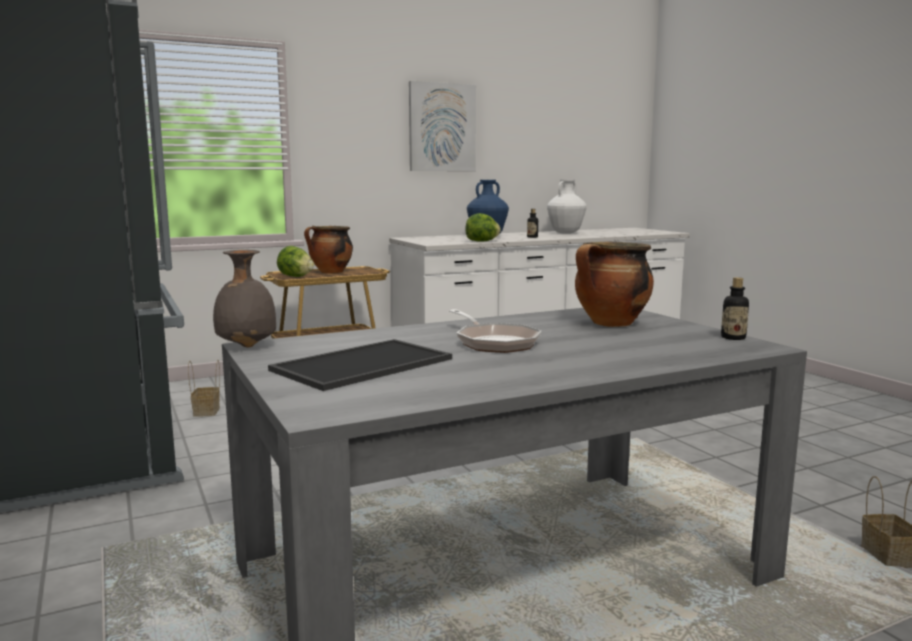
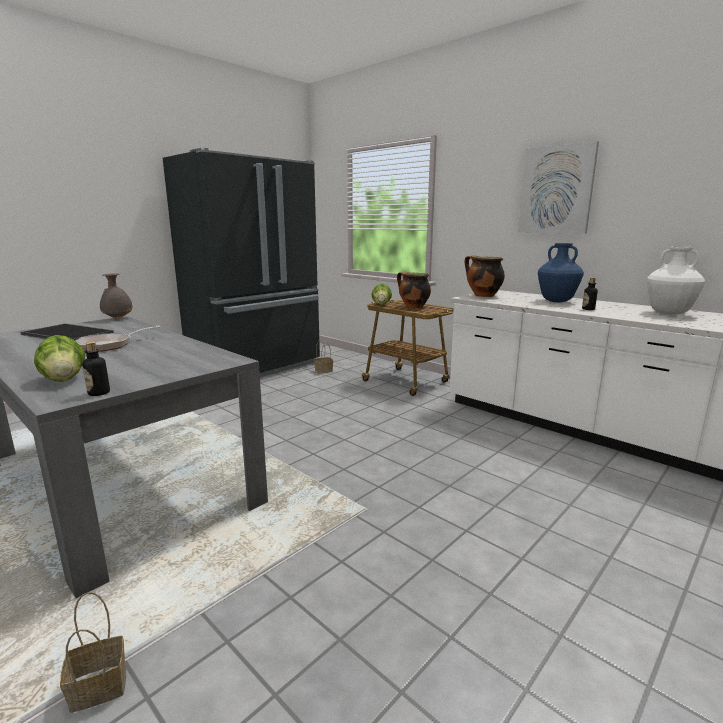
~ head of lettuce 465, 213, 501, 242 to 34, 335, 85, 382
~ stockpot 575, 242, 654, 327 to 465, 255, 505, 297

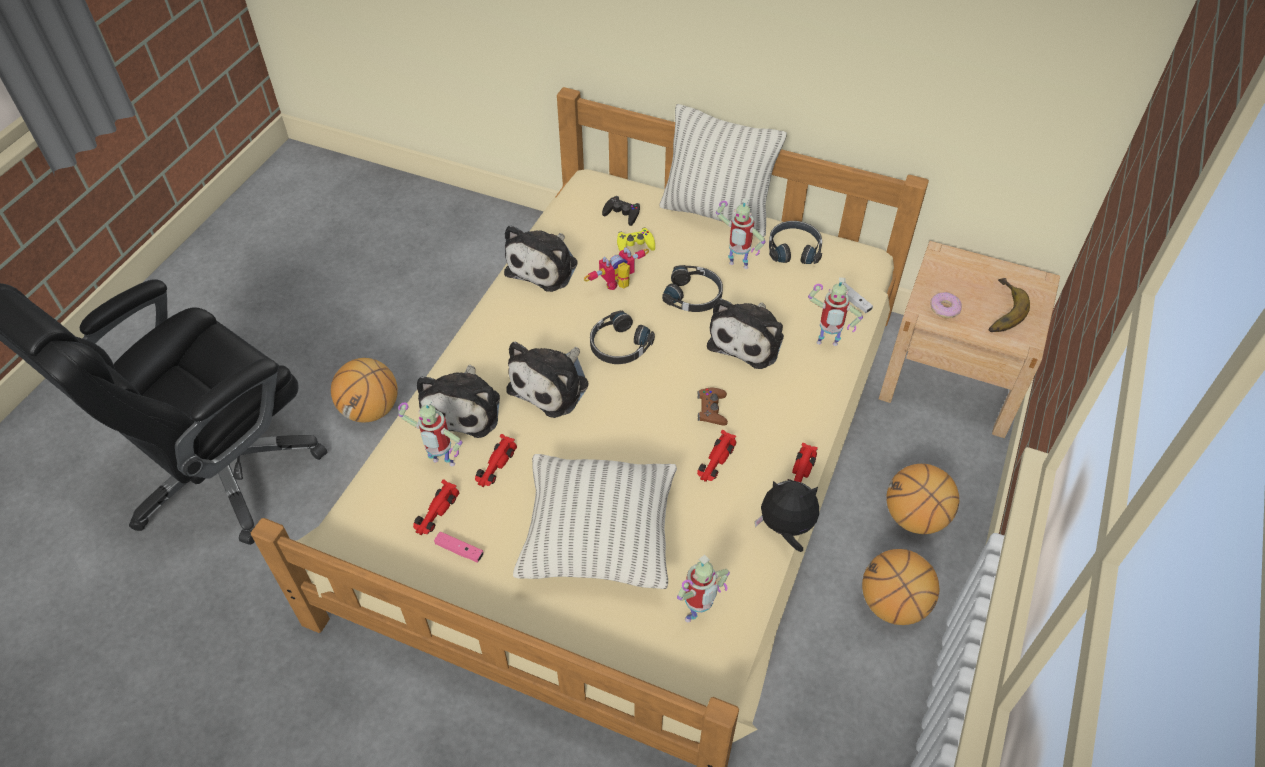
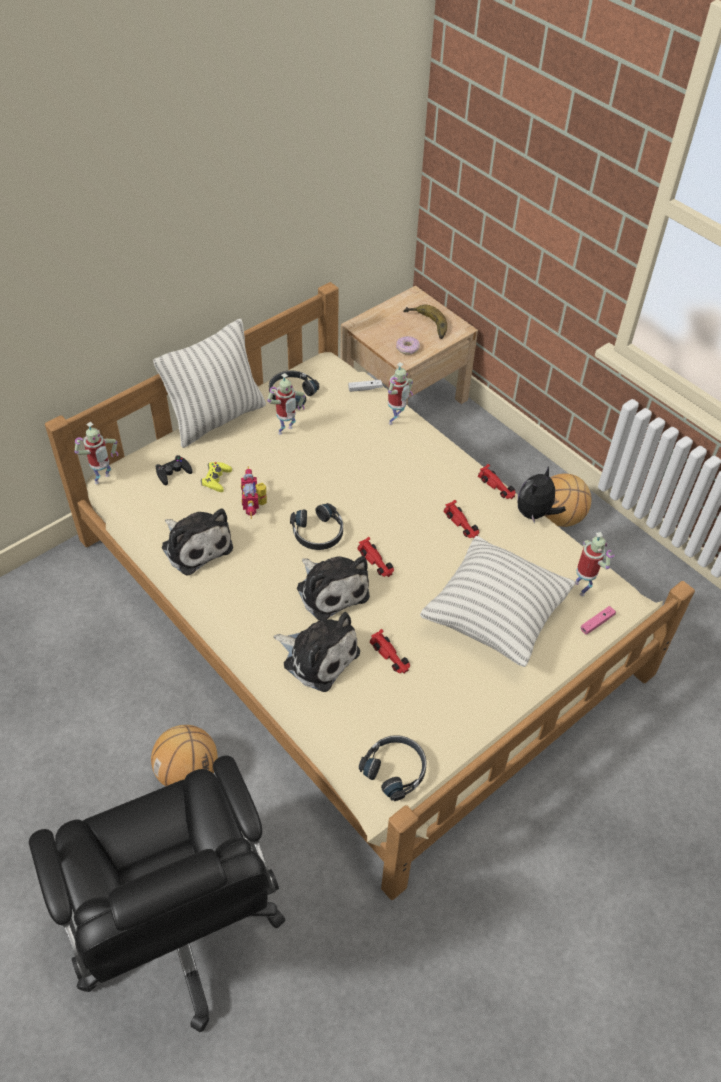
~ robot figure 398, 399, 462, 467 to 74, 422, 118, 484
~ reddish model car 413, 479, 460, 535 to 358, 537, 394, 577
~ blackish pair of headphones 662, 265, 723, 312 to 359, 735, 426, 801
~ pink gamepad 434, 531, 484, 562 to 581, 606, 616, 635
- brown-coloured gamepad 697, 387, 728, 426
- plush toy 707, 298, 784, 369
- ball for basketball 886, 464, 960, 534

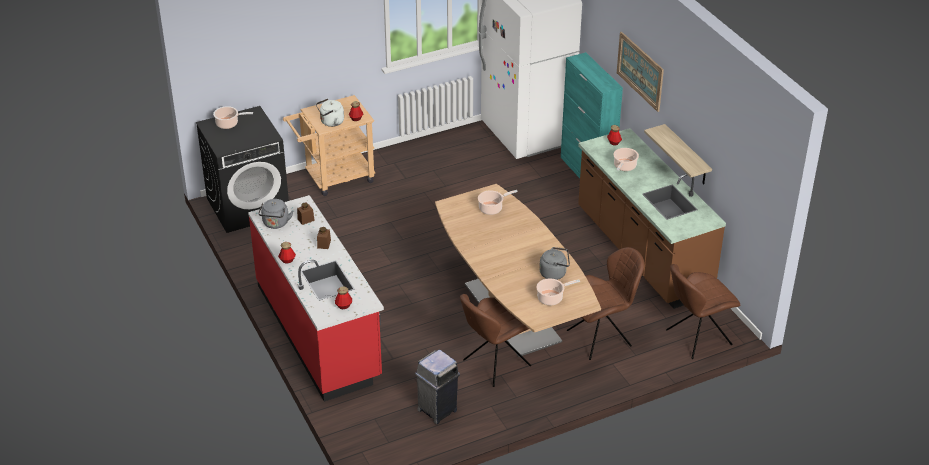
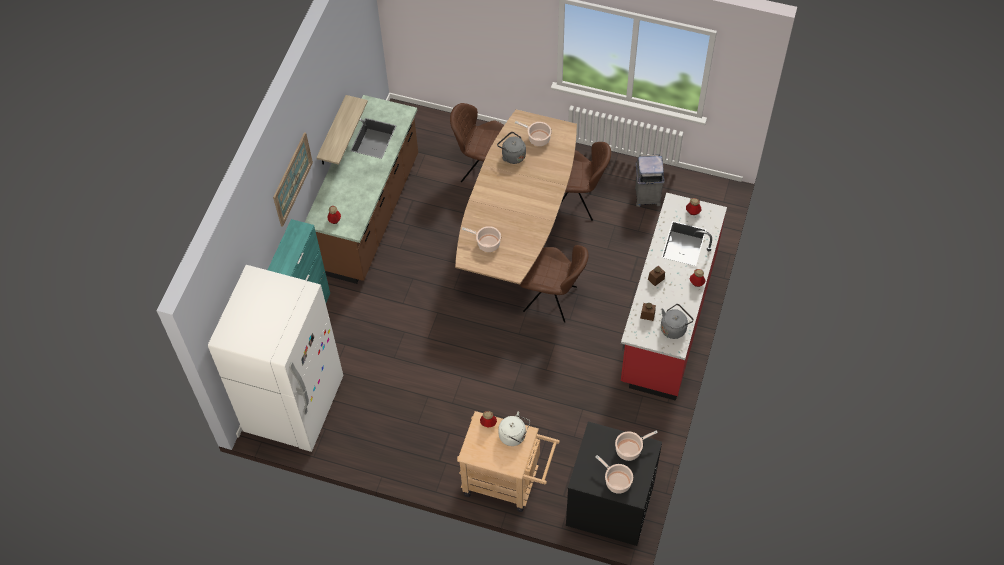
~ brown-coloured plain chair 666, 264, 740, 359 to 520, 245, 589, 323
~ stockpot 613, 148, 639, 171 to 615, 430, 658, 461

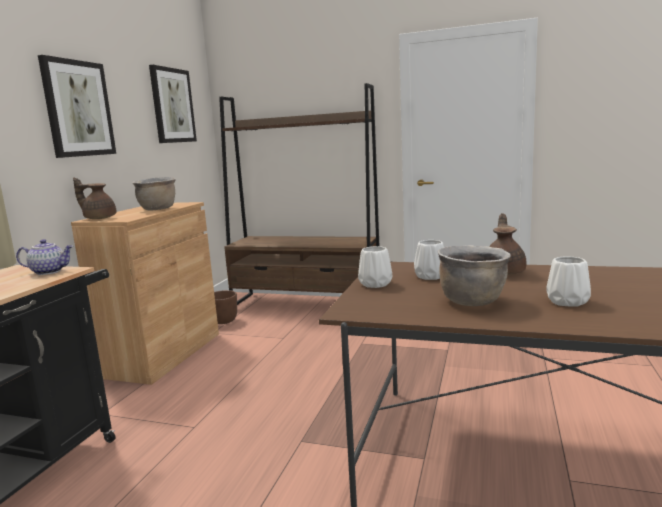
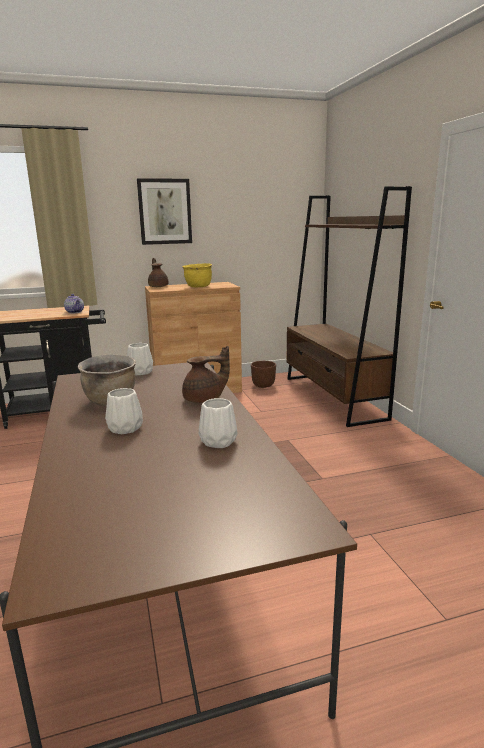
~ brown-coloured stockpot 133, 177, 176, 210 to yellow stockpot 183, 263, 212, 287
~ whitish vase 414, 240, 444, 280 to 199, 398, 237, 448
- wall picture 149, 65, 197, 143

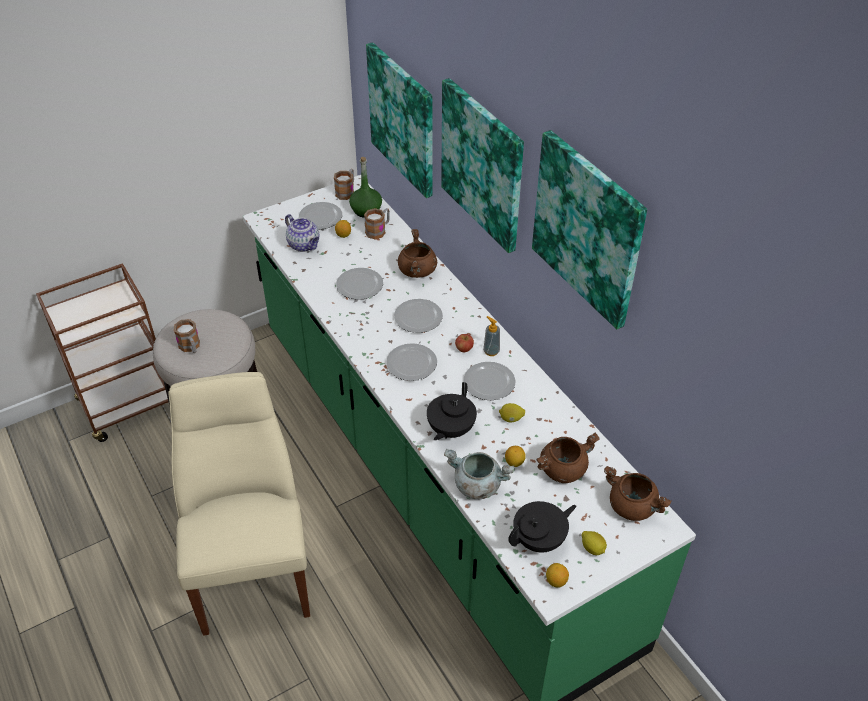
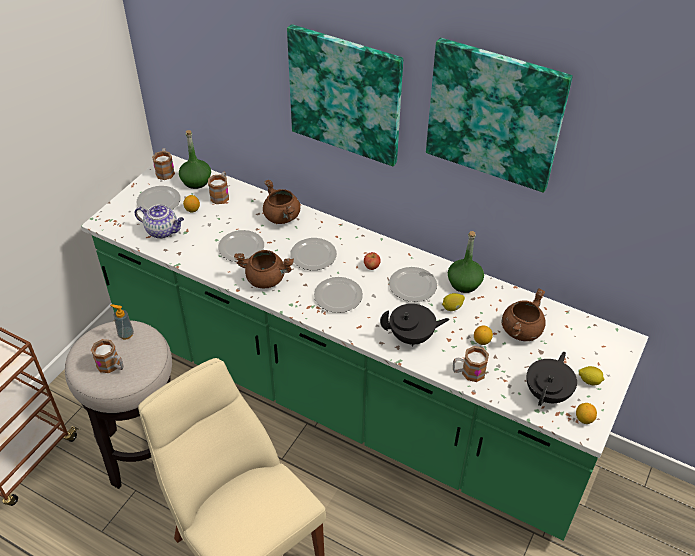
~ liquid soap bottle 483, 316, 500, 356 to 110, 304, 134, 340
~ brown-coloured stockpot 604, 466, 672, 521 to 234, 250, 294, 288
~ blackish tea pot 427, 382, 477, 441 = 380, 304, 450, 346 90 degrees counterclockwise
+ green beverage bottle 448, 231, 484, 293
~ grey stockpot 444, 449, 514, 499 to coffee mug 453, 346, 489, 382
- wall picture 366, 42, 433, 198

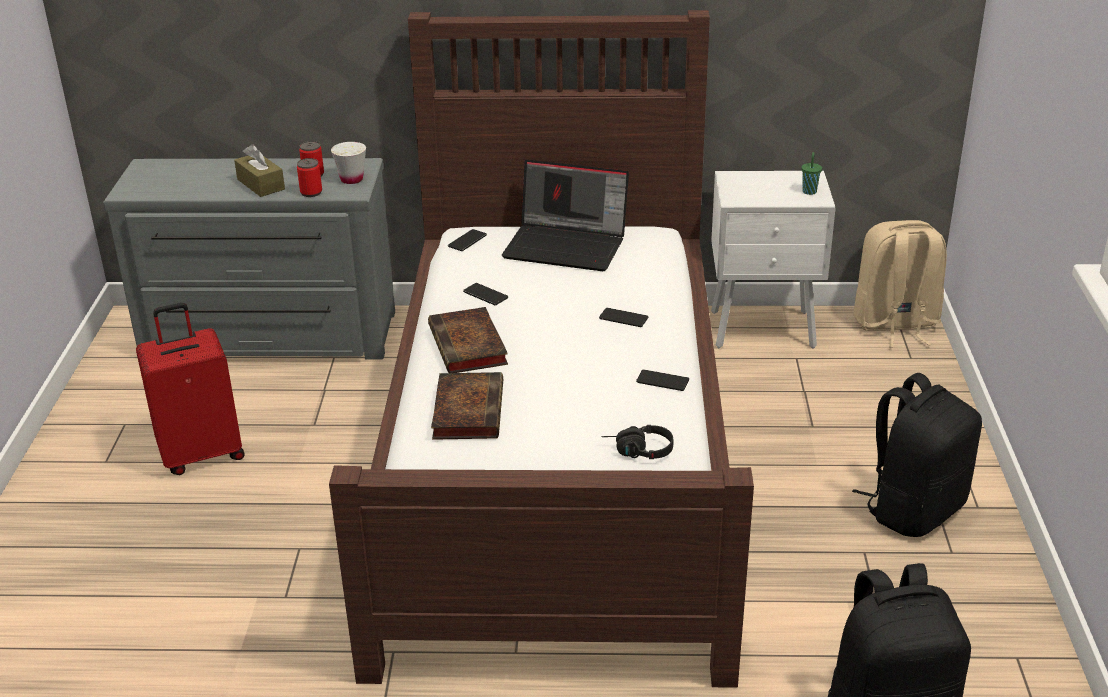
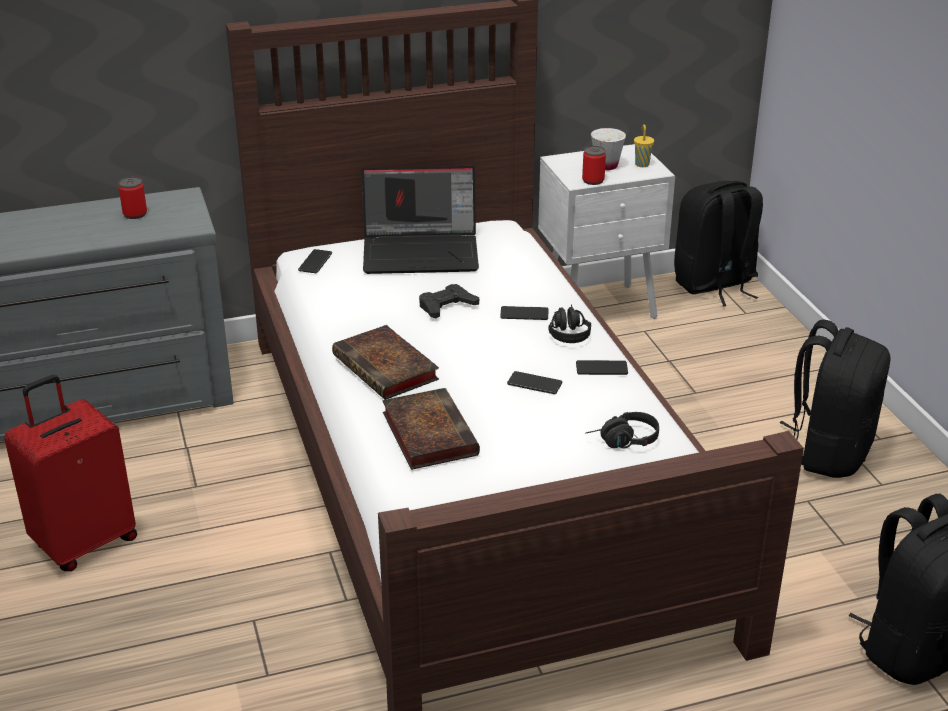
+ blackish gamepad 419, 284, 479, 318
~ phone 463, 283, 508, 305 to 507, 371, 562, 394
+ blackish pair of headphones 548, 304, 591, 343
~ metal can 297, 158, 322, 197 to 582, 146, 606, 185
~ whitish small cup 331, 142, 366, 184 to 591, 128, 626, 170
~ green small cup 801, 152, 822, 195 to yellow small cup 634, 125, 654, 167
~ sand-coloured rucksack 853, 220, 947, 348 to blackish rucksack 674, 181, 763, 306
- brown-coloured box of tissues 234, 144, 285, 197

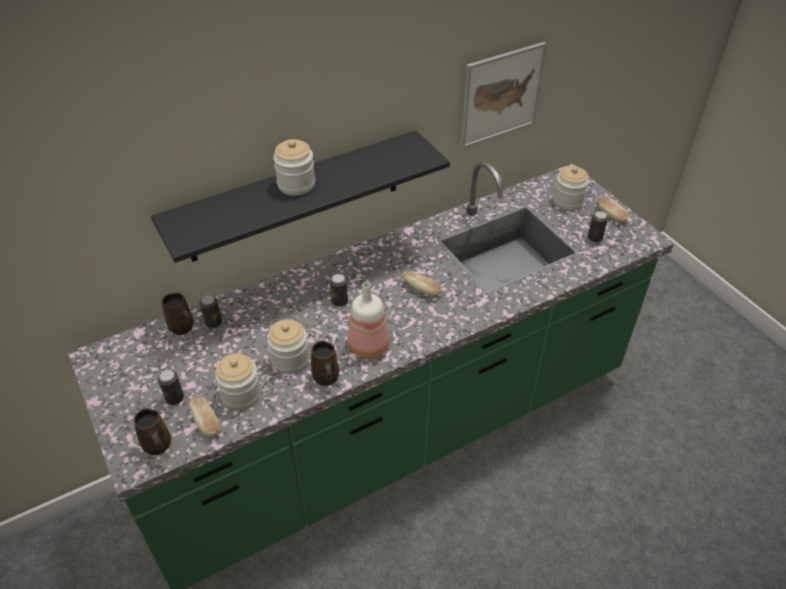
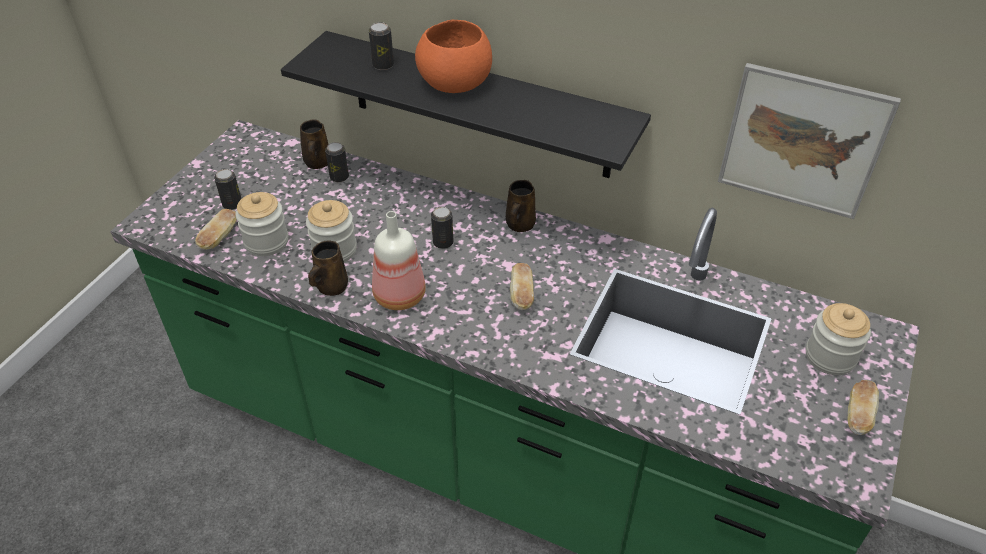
~ metal can 587, 211, 608, 242 to 369, 22, 394, 70
~ preserve jar 273, 139, 315, 196 to orangey deep dish 415, 19, 492, 93
~ brown-coloured coffee mug 134, 408, 171, 455 to 506, 180, 536, 232

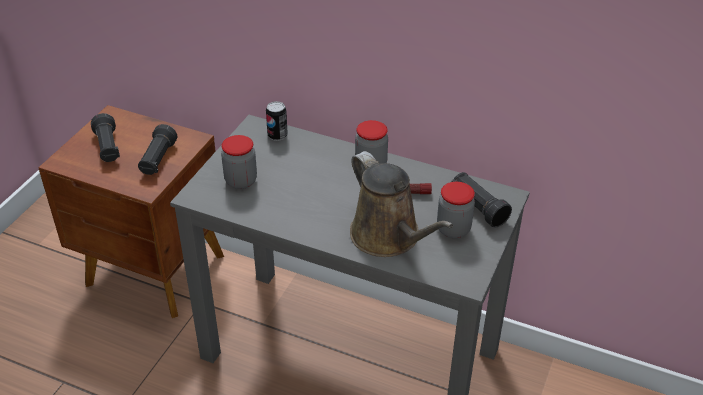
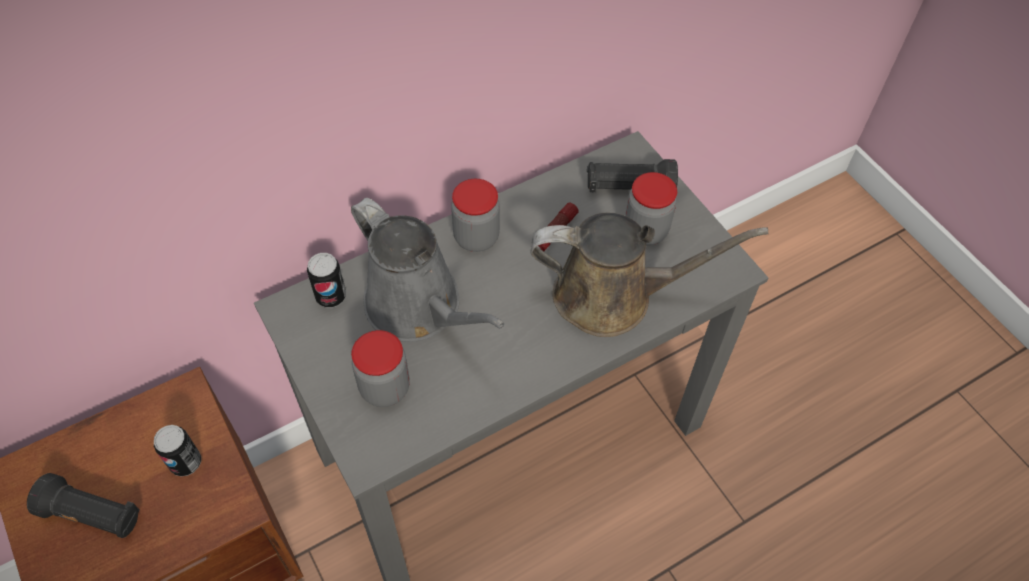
~ blackish flashlight 138, 124, 177, 175 to metal can 154, 425, 201, 477
+ grey sprinkling can 351, 198, 505, 342

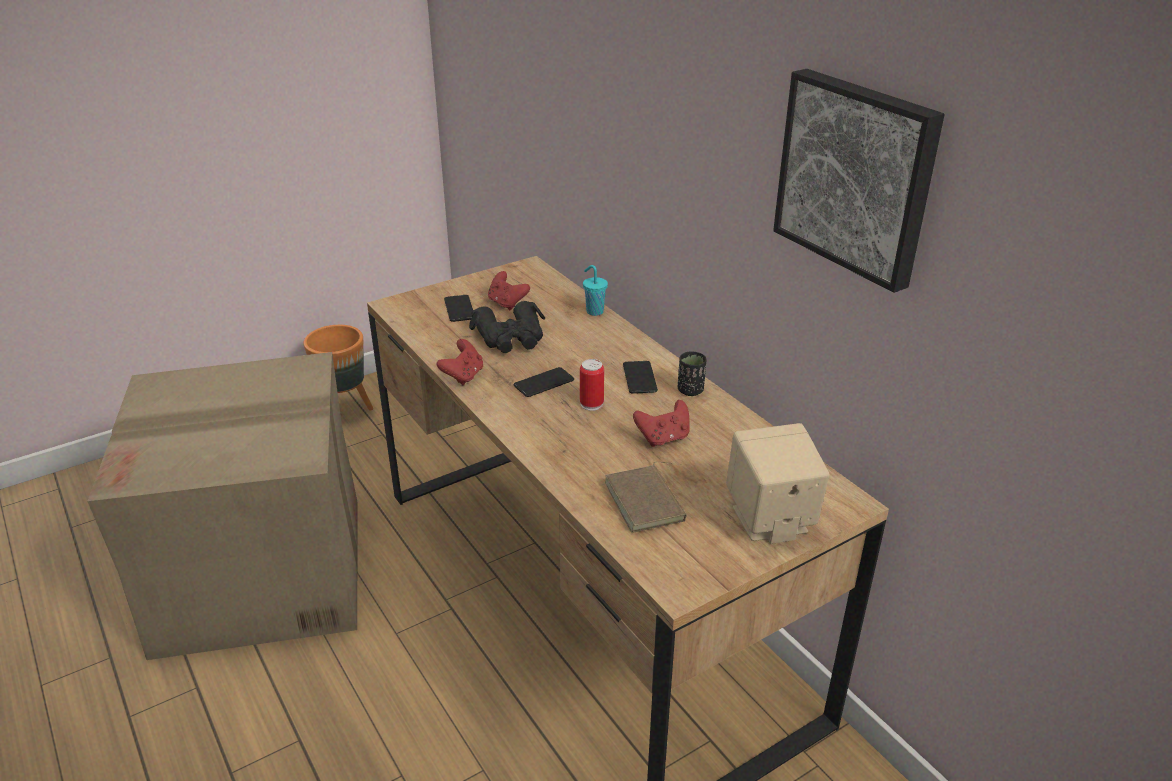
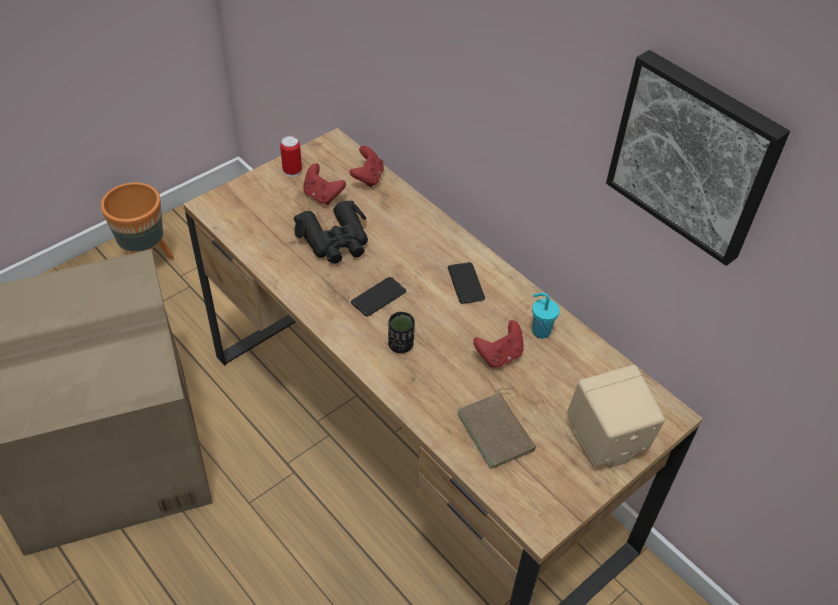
~ metal can 580, 359, 604, 411 to 280, 136, 302, 177
~ reddish gamepad 437, 339, 483, 385 to 350, 146, 384, 187
~ blackish small cup 678, 351, 707, 396 to 388, 312, 415, 353
~ turquoise small cup 583, 265, 608, 316 to 532, 293, 560, 339
- phone 444, 295, 473, 322

